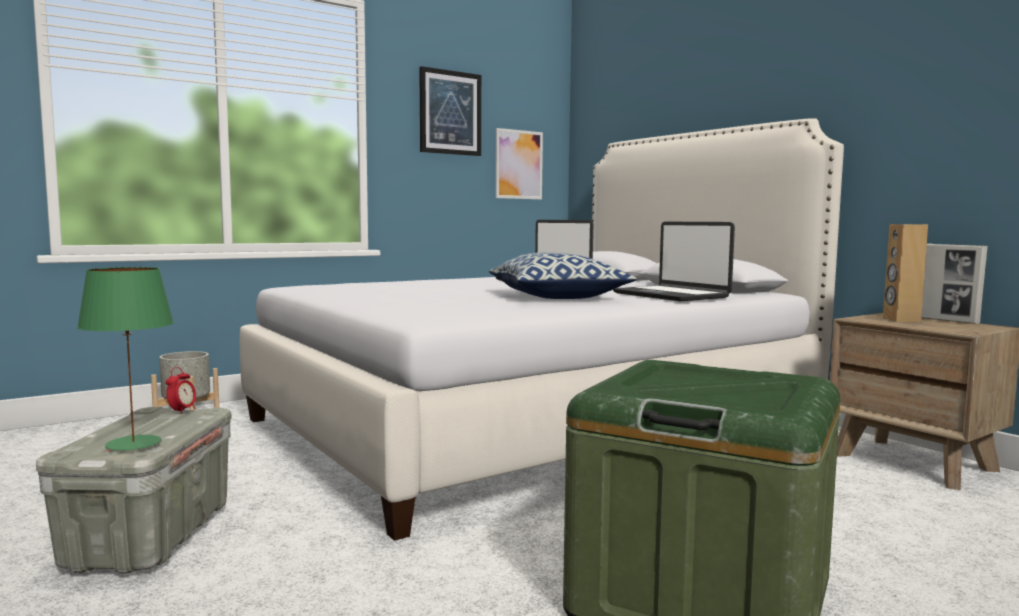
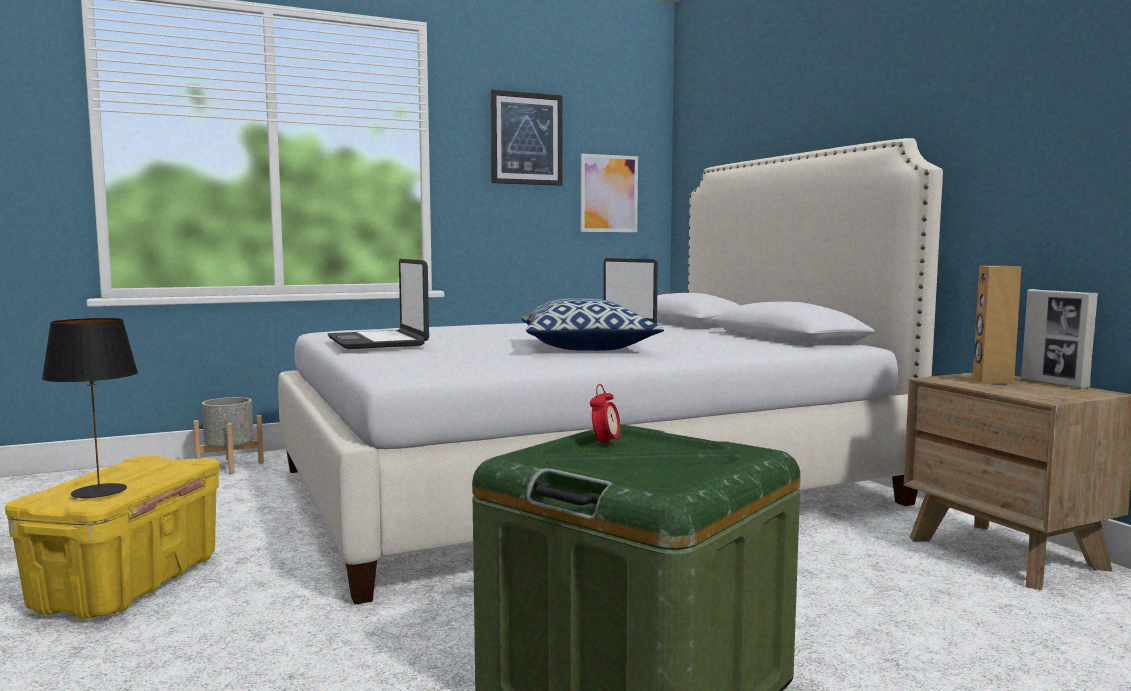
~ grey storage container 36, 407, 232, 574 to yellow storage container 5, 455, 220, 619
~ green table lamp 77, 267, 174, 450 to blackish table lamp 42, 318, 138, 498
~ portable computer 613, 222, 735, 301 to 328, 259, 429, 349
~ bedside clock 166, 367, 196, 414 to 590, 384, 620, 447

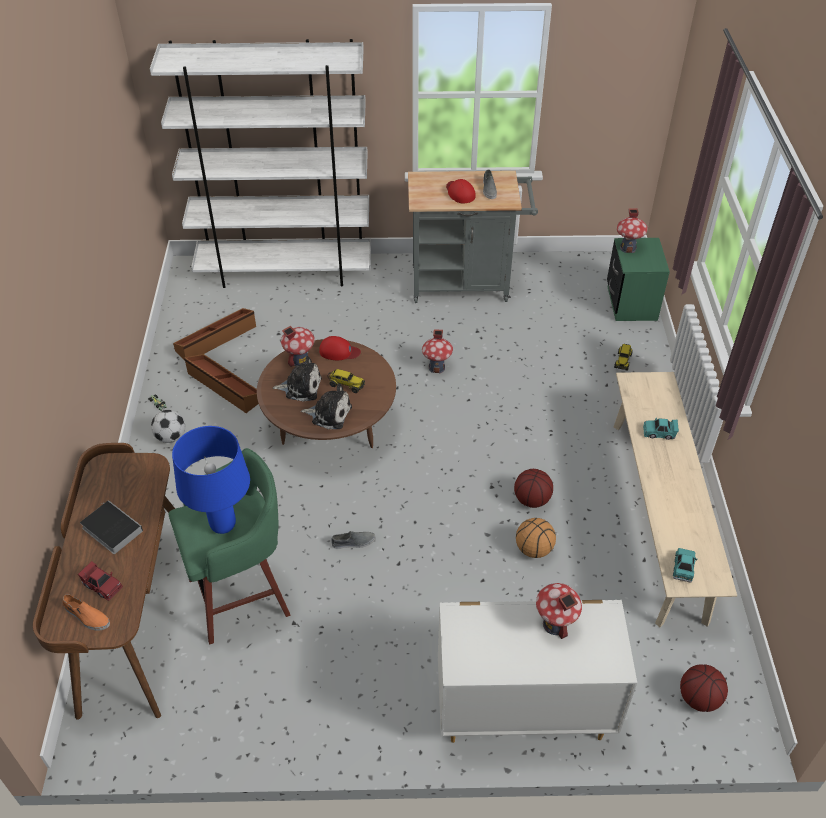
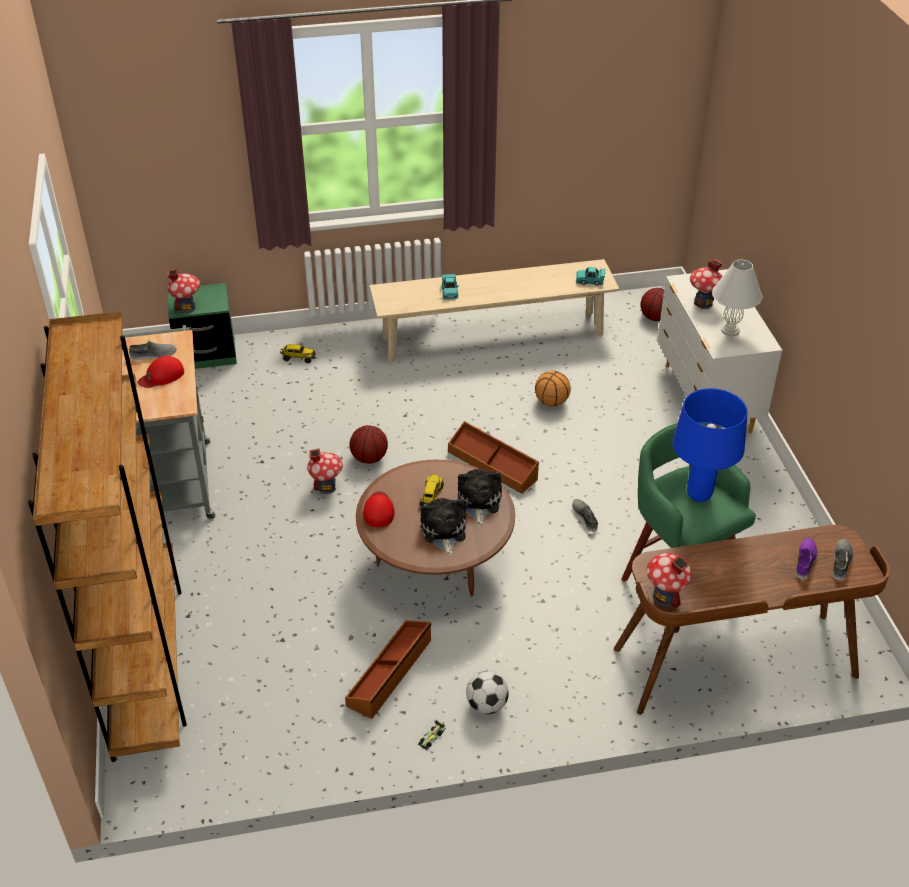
~ whitish shelving unit 150, 39, 371, 288 to brown-coloured shelving unit 28, 311, 187, 762
~ ball for basketball 514, 469, 553, 508 to 349, 425, 388, 464
~ brown-coloured storage container 173, 308, 256, 361 to 448, 421, 539, 494
~ miniature house 281, 326, 315, 367 to 646, 553, 692, 608
+ whitish table lamp 712, 259, 762, 336
~ reddish model car 78, 561, 123, 601 to purple low shoe 796, 538, 817, 579
~ orangey low shoe 63, 594, 110, 631 to grey low shoe 832, 539, 853, 580
- book 80, 500, 143, 554

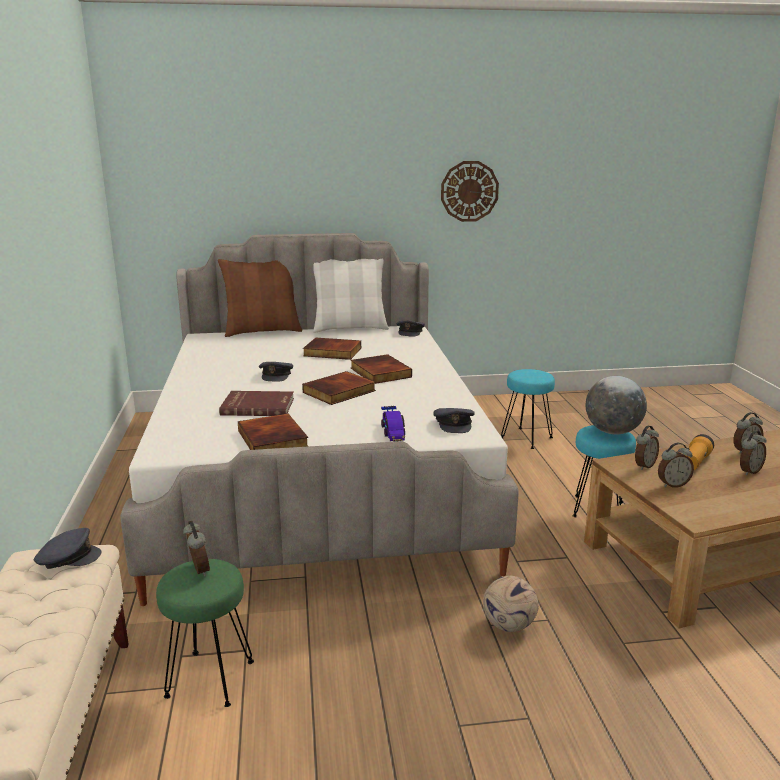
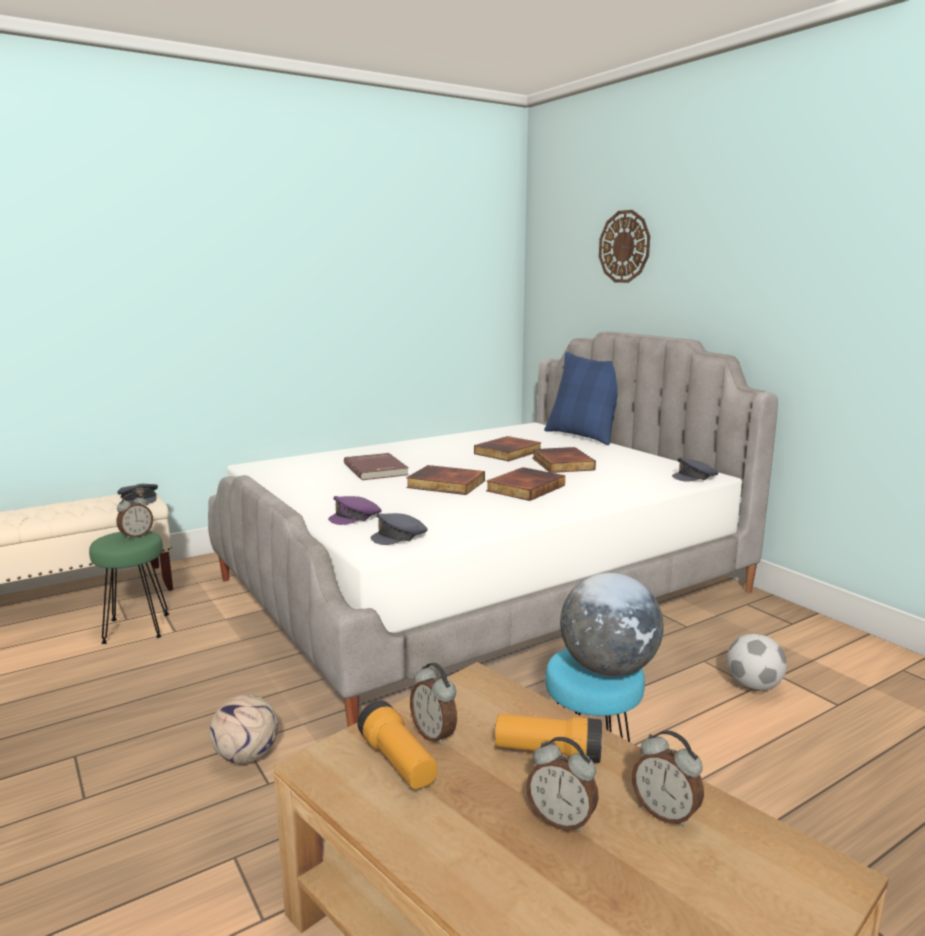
~ model car 381, 406, 405, 442 to purple cap 328, 496, 382, 525
+ flashlight 358, 700, 437, 789
~ book 238, 413, 308, 450 to 474, 436, 542, 461
~ brown-coloured cushion 218, 259, 302, 337 to blue cushion 544, 351, 618, 445
~ wall clock 441, 161, 499, 222 to 599, 210, 650, 283
~ turquoise sitting stool 501, 369, 555, 449 to ball for football 727, 633, 787, 691
- grey cap 259, 362, 293, 382
- whitish cushion 313, 259, 389, 332
- bedside clock 635, 426, 659, 470

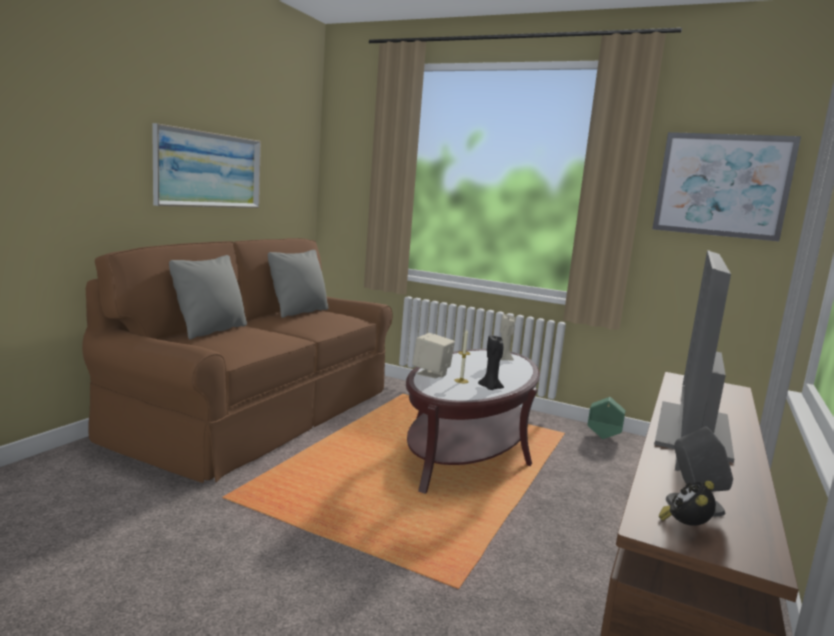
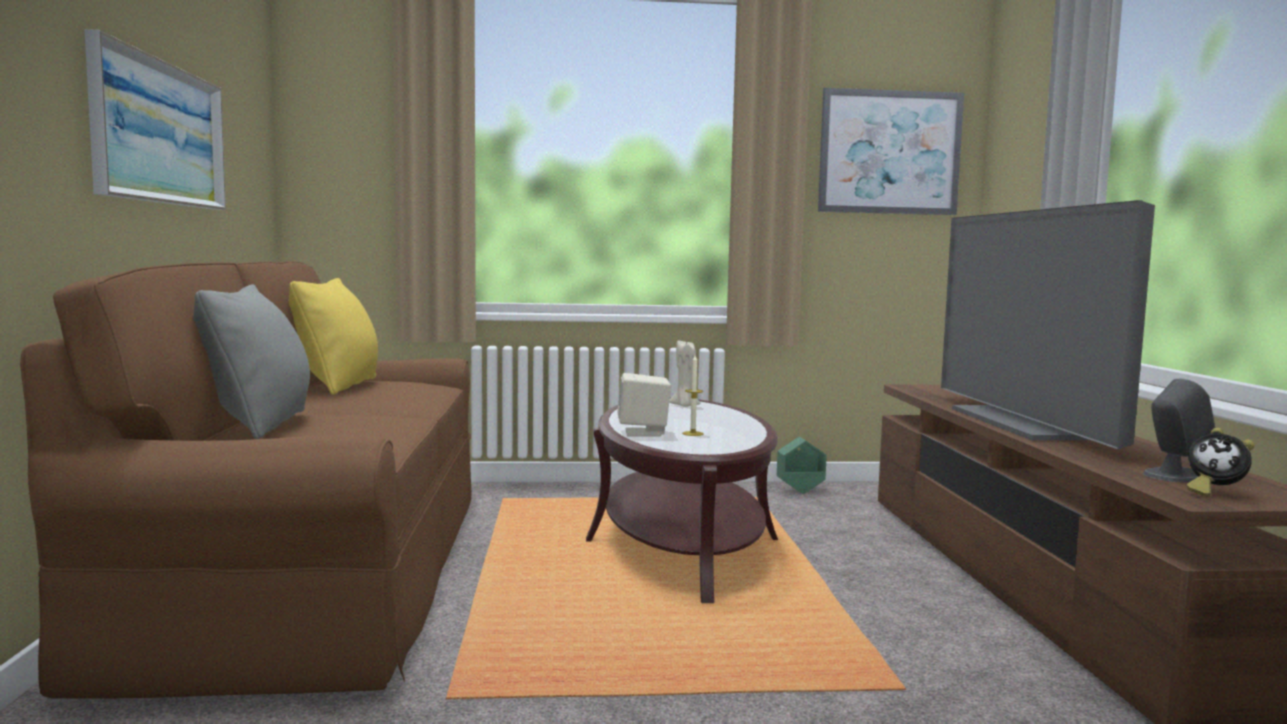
~ grey cushion 268, 250, 329, 318 to yellow cushion 289, 278, 378, 395
~ bedside clock 659, 481, 716, 526 = 1186, 428, 1255, 497 45 degrees counterclockwise
- blackish wax light 478, 335, 504, 390

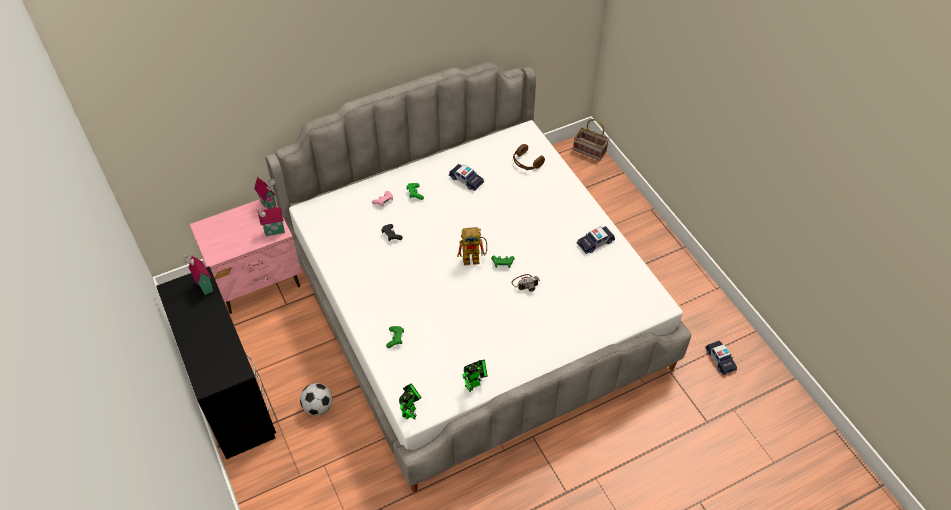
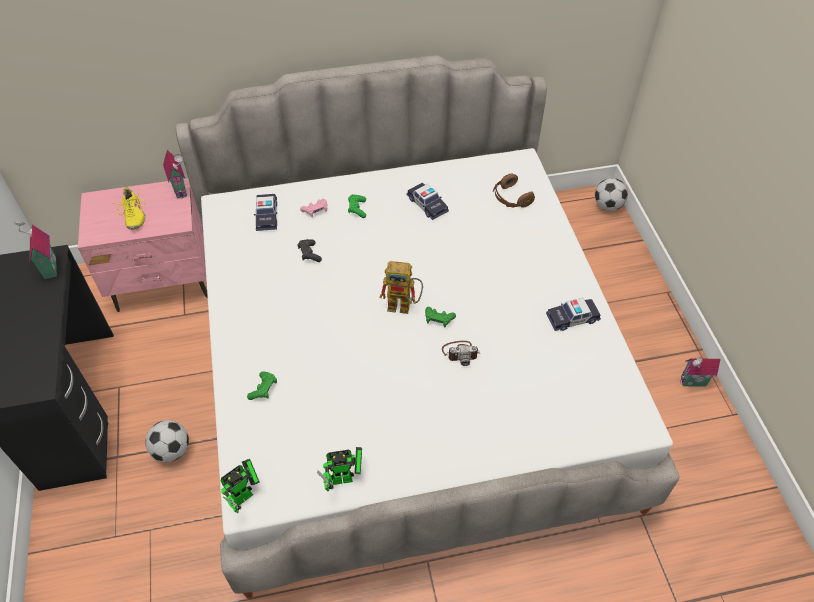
+ yellow low shoe 112, 187, 145, 230
~ model car 705, 340, 737, 375 to 254, 194, 277, 231
~ storage basket 573, 119, 609, 161 to ball for football 595, 178, 628, 211
~ miniature house 256, 207, 285, 236 to 680, 357, 721, 387

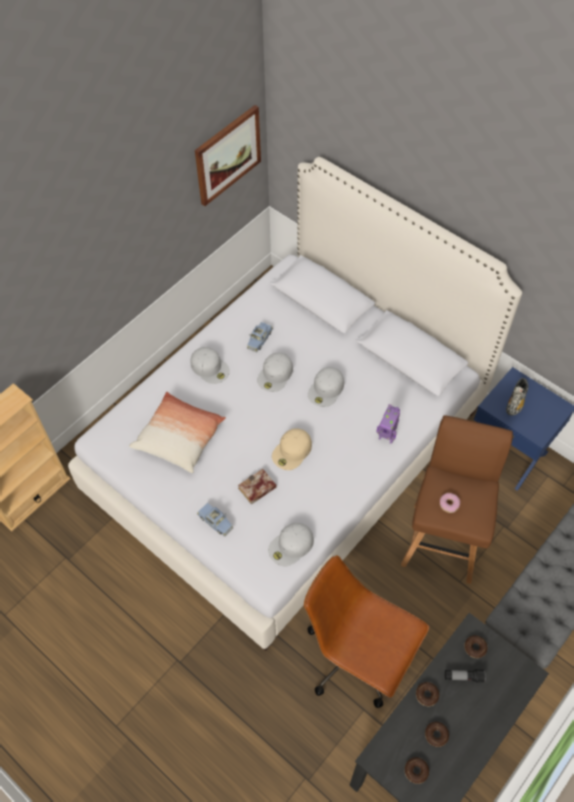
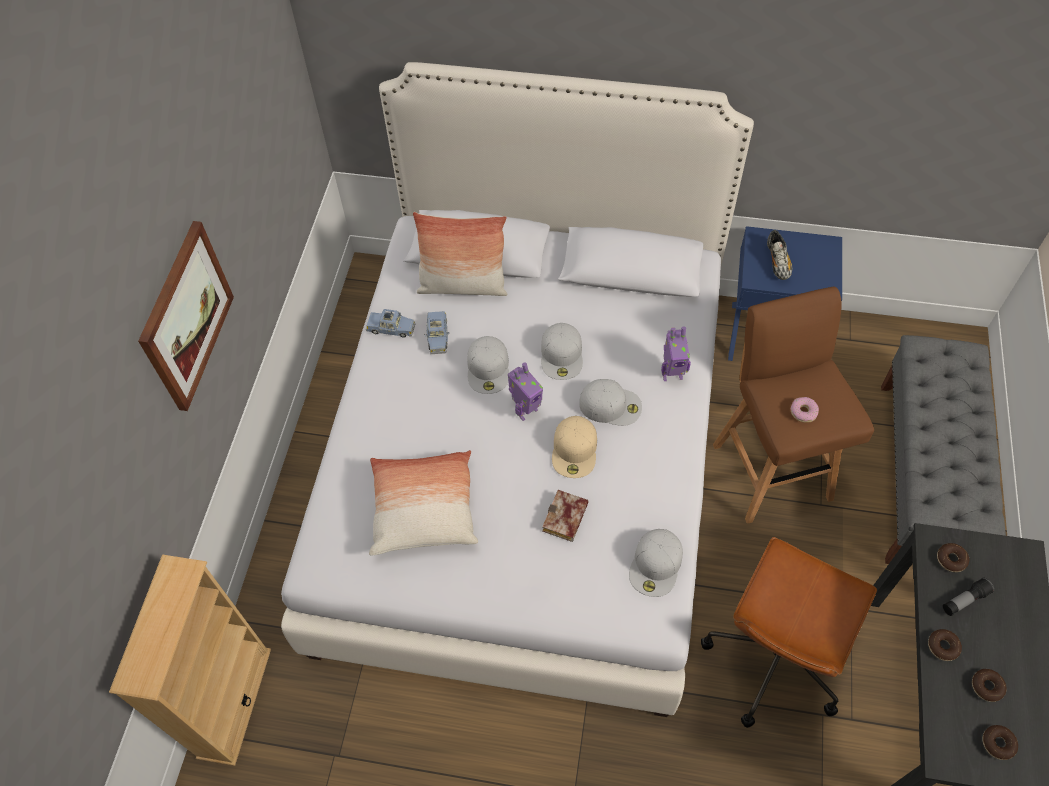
~ wall picture 195, 105, 261, 206 to 138, 221, 234, 411
~ blue model car 197, 503, 233, 536 to 366, 309, 415, 338
+ cushion 413, 212, 508, 296
+ robot figure 508, 363, 543, 421
~ whitish cap 191, 347, 230, 384 to 579, 379, 642, 426
~ brown-coloured desk chair 304, 555, 429, 708 = 701, 537, 877, 728 60 degrees counterclockwise

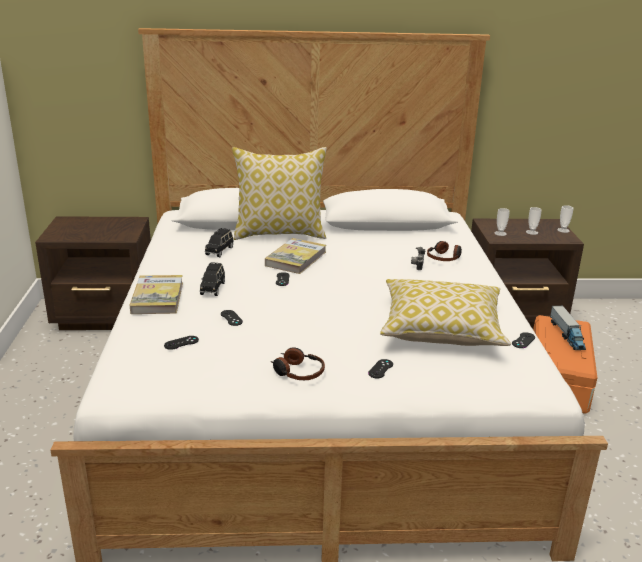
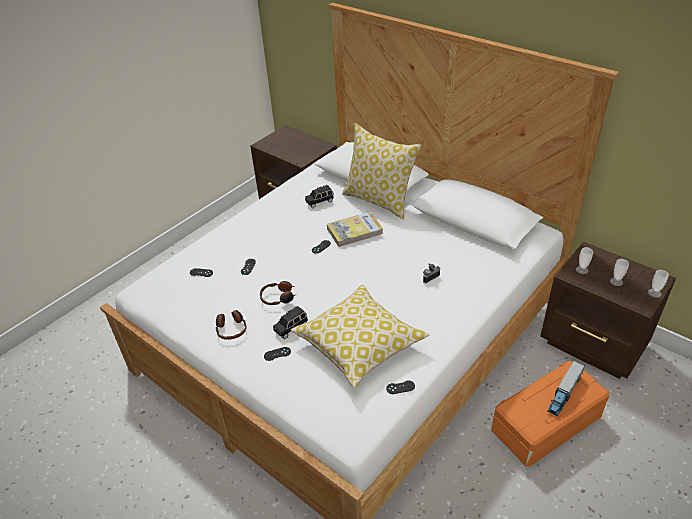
~ pair of headphones 427, 241, 462, 261 to 260, 281, 297, 305
~ blackish model car 200, 262, 225, 296 to 273, 306, 308, 339
- book 129, 275, 183, 314

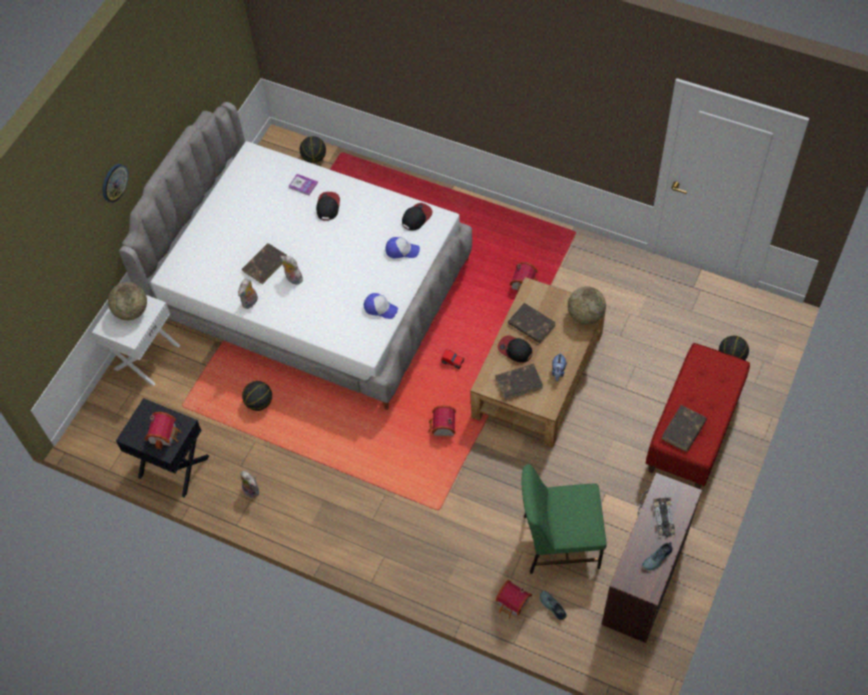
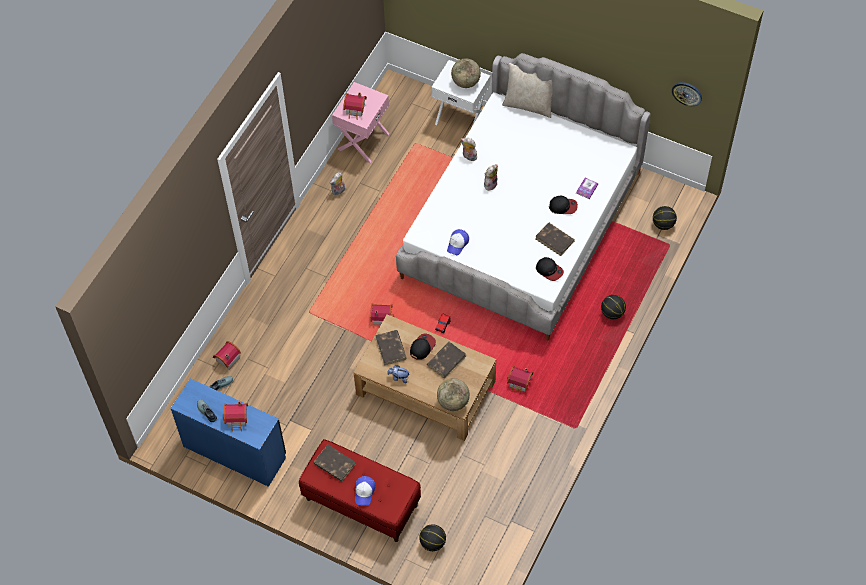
~ brown-coloured desk table 601, 473, 702, 643 to blue desk table 170, 378, 286, 487
~ model car 653, 497, 675, 538 to miniature house 223, 402, 248, 431
~ blackish night table 116, 398, 209, 497 to pink night table 332, 82, 389, 163
~ cap 385, 237, 420, 258 to 355, 476, 375, 506
+ sand-coloured cushion 502, 63, 553, 118
~ brown-coloured book 242, 243, 287, 284 to 536, 223, 575, 256
~ ball for basketball 242, 381, 272, 411 to 601, 295, 626, 319
~ wall clock 103, 164, 128, 203 to 672, 82, 702, 106
- green plain chair 522, 464, 607, 574

